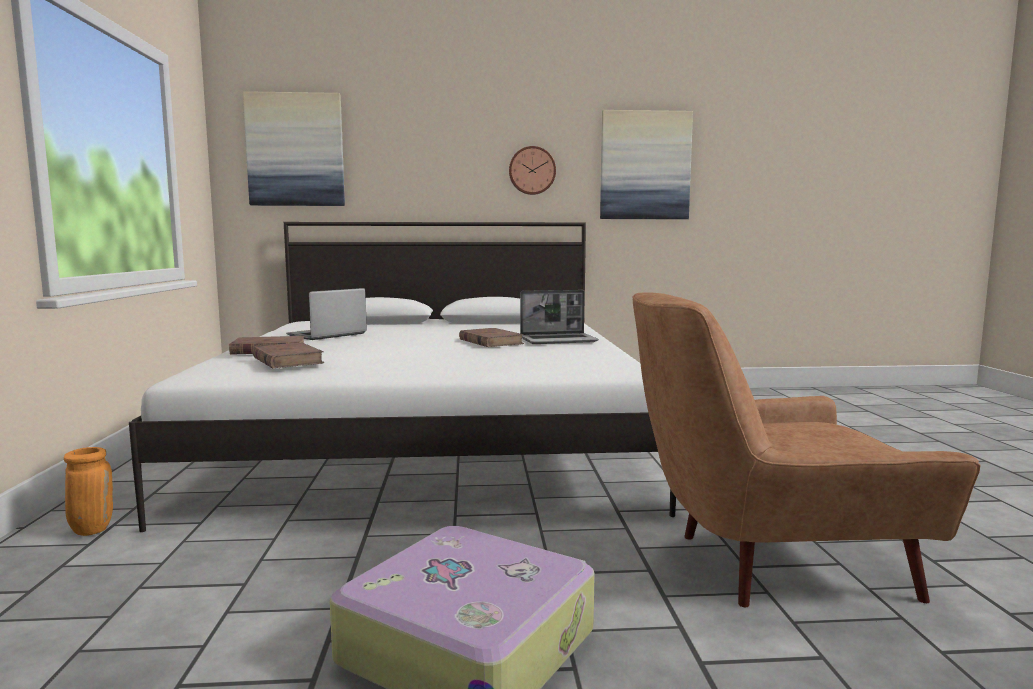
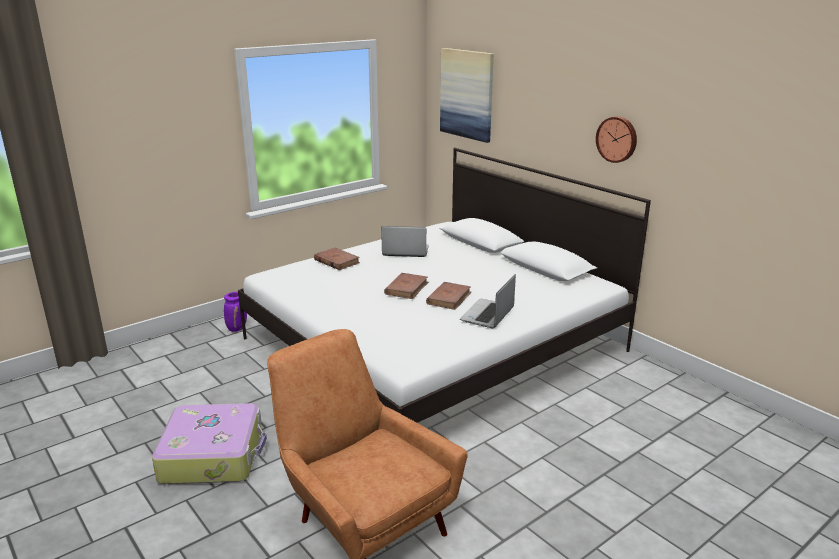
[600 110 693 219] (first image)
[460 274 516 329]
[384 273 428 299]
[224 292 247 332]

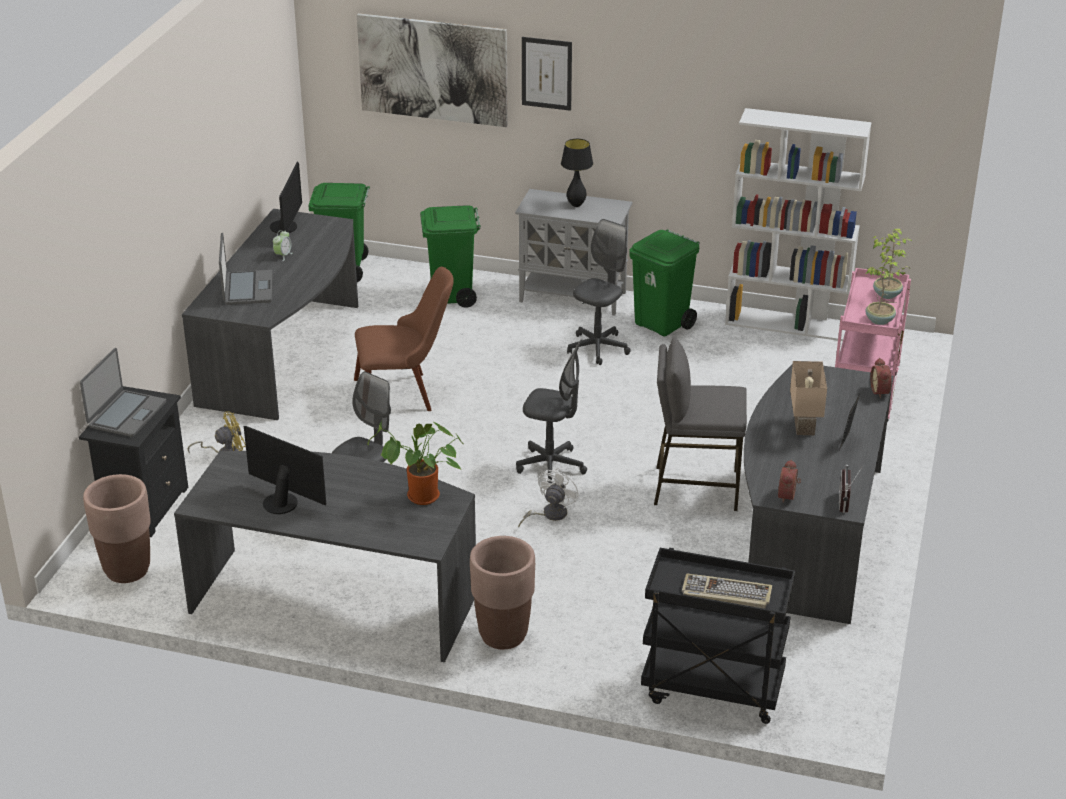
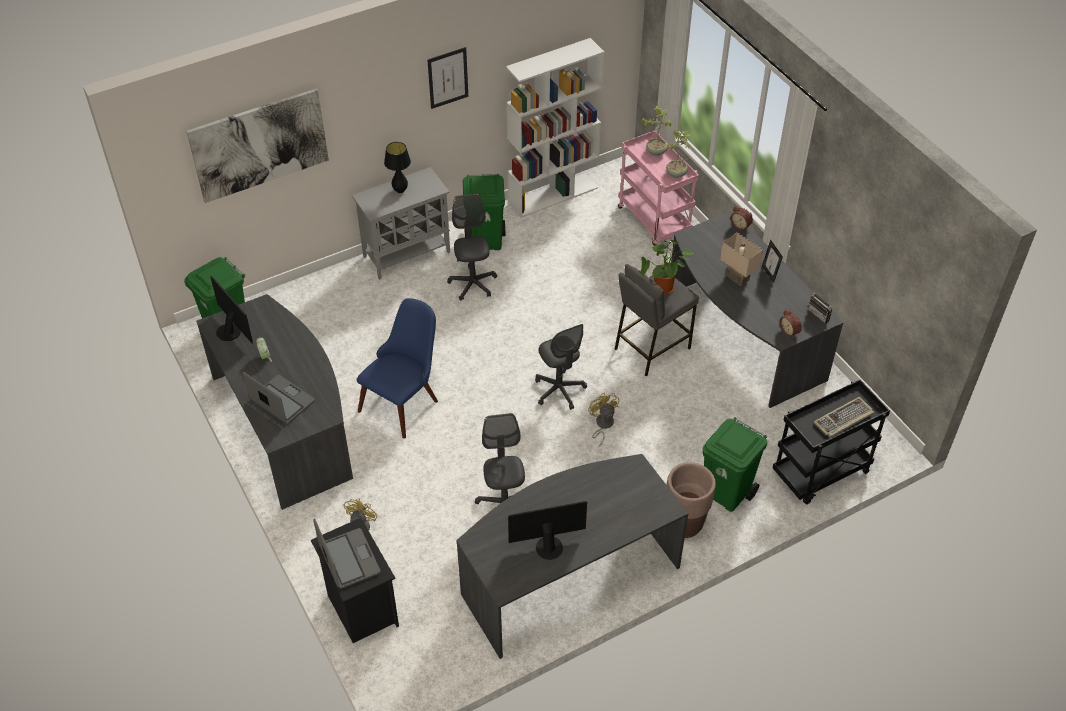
[428 47 468 109]
[702 418 767 512]
[357 298 438 439]
[535 324 587 410]
[641 240 694 295]
[588 393 619 447]
[83 474 151 583] (first image)

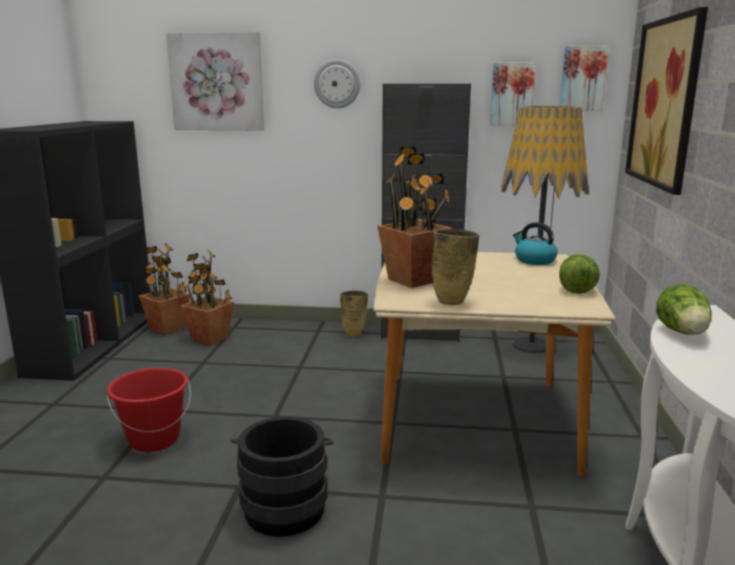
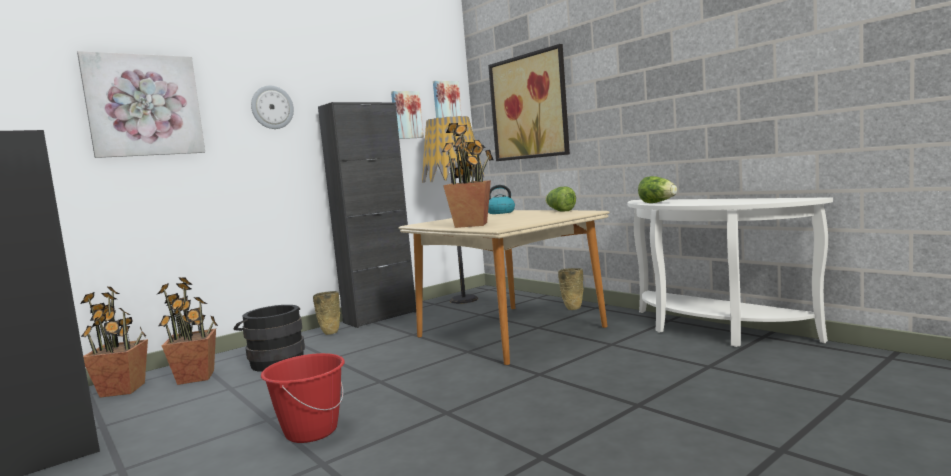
[558 268 584 310]
[233 305 305 372]

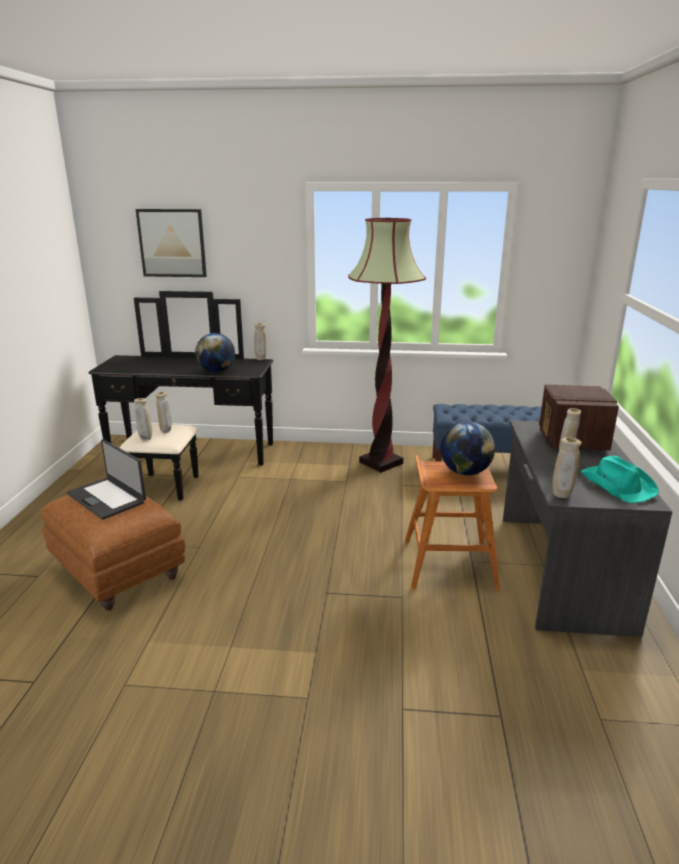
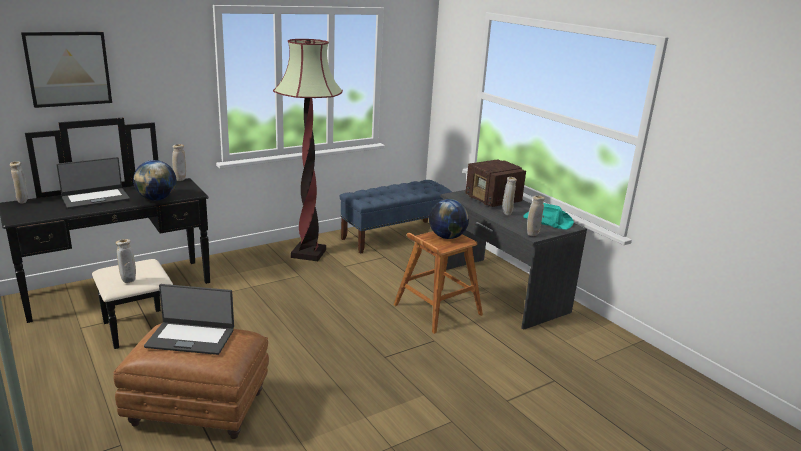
[10 161 28 203]
[56 157 130 209]

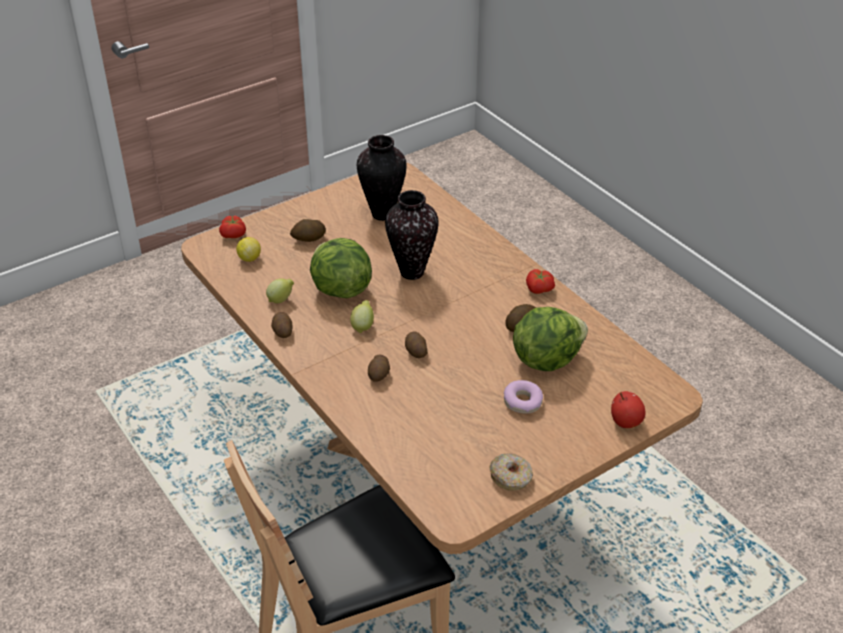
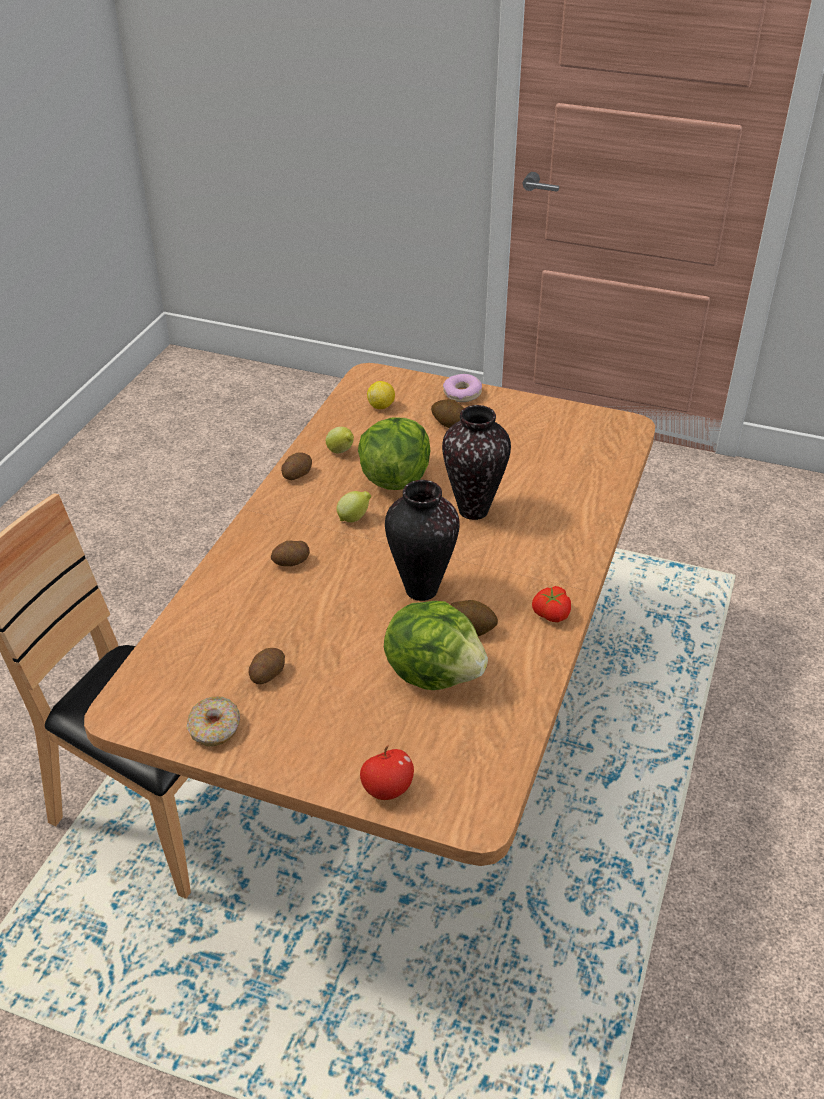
[385 480 460 601]
[219 216 246 238] (first image)
[249 648 285 684]
[443 374 482 402]

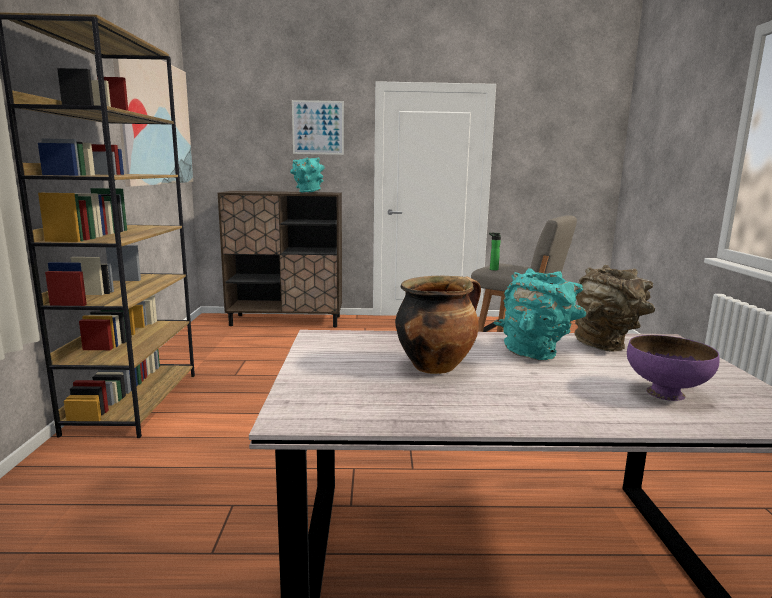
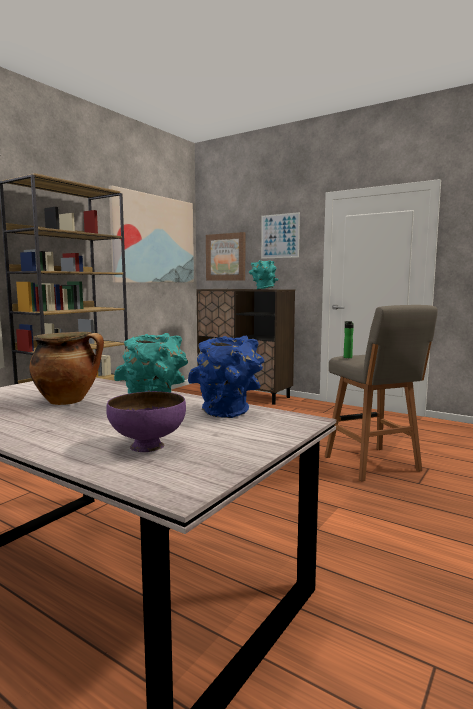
[188 336 264 418]
[206 232 245 281]

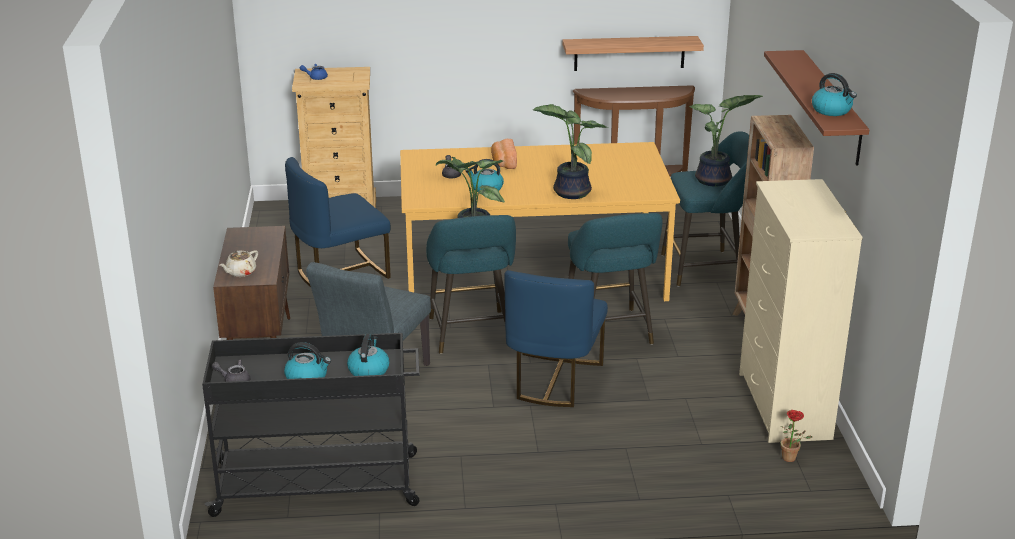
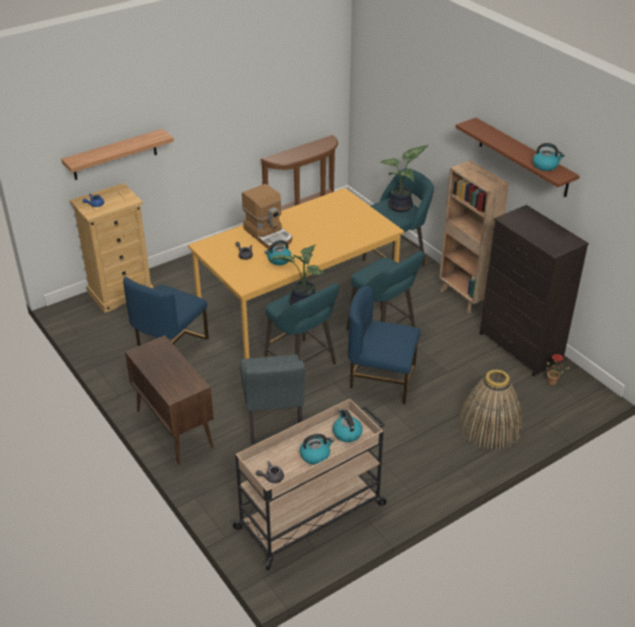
[61 129 174 180]
[533 104 609 199] (first image)
[242 184 292 249]
[479 205 589 377]
[219 250 258 277] (first image)
[348 286 421 404]
[231 399 387 570]
[459 370 522 450]

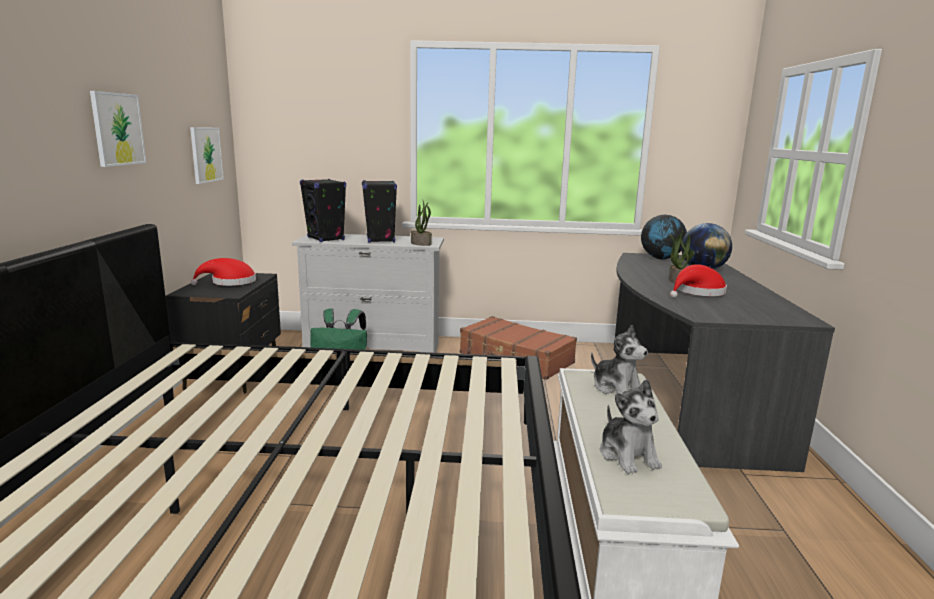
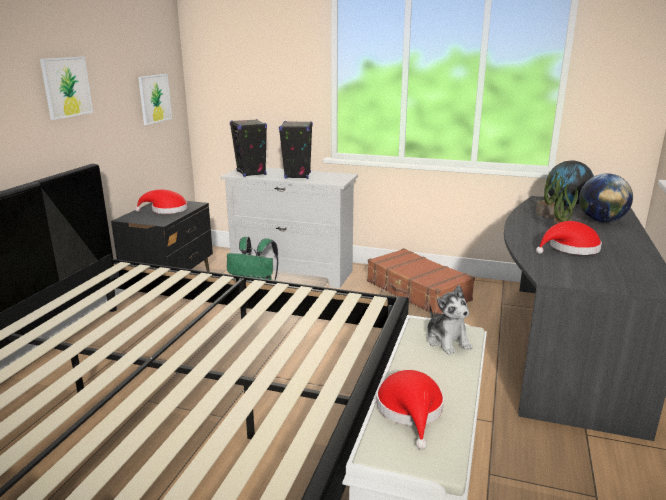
[536 171 564 219]
[376 370 444 450]

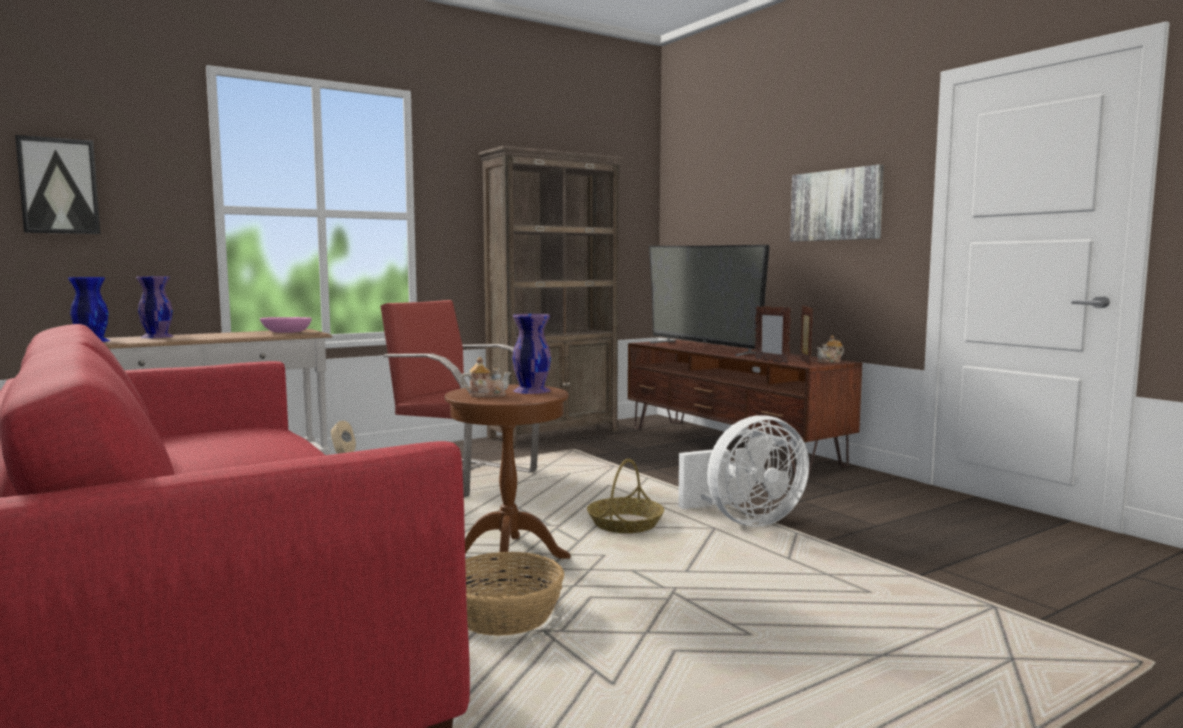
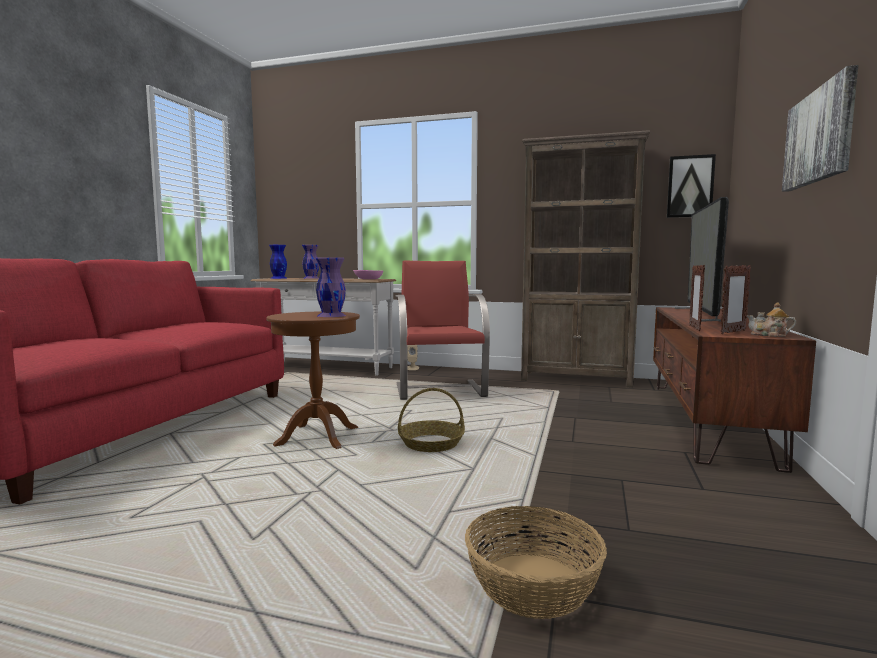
[667 154 716 218]
[460 357 511 397] (first image)
[678 415 809 527] (first image)
[465 506 607 619]

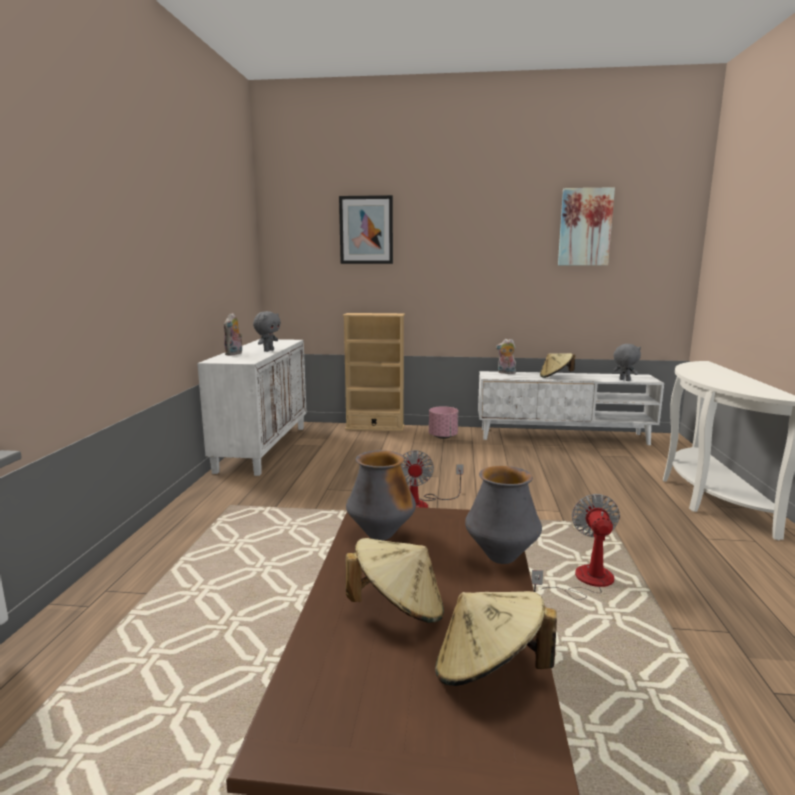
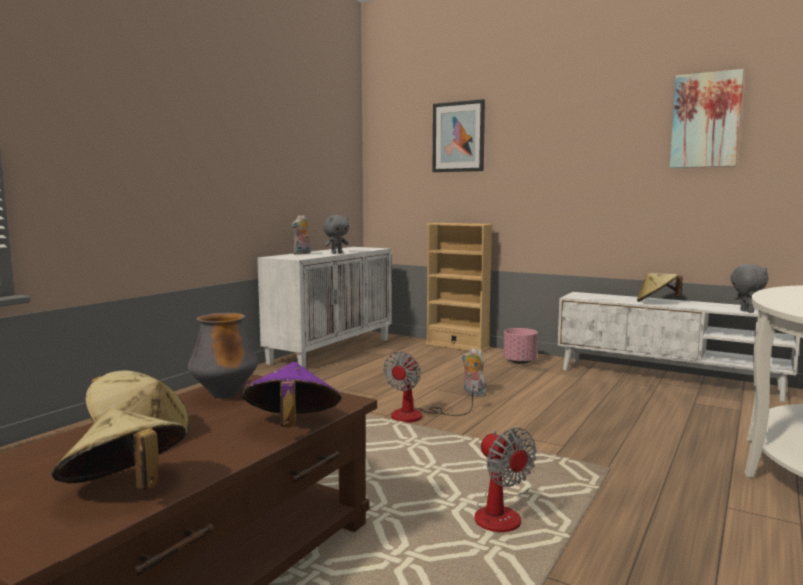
[462 348 486 397]
[242 362 341 428]
[475 428 537 532]

